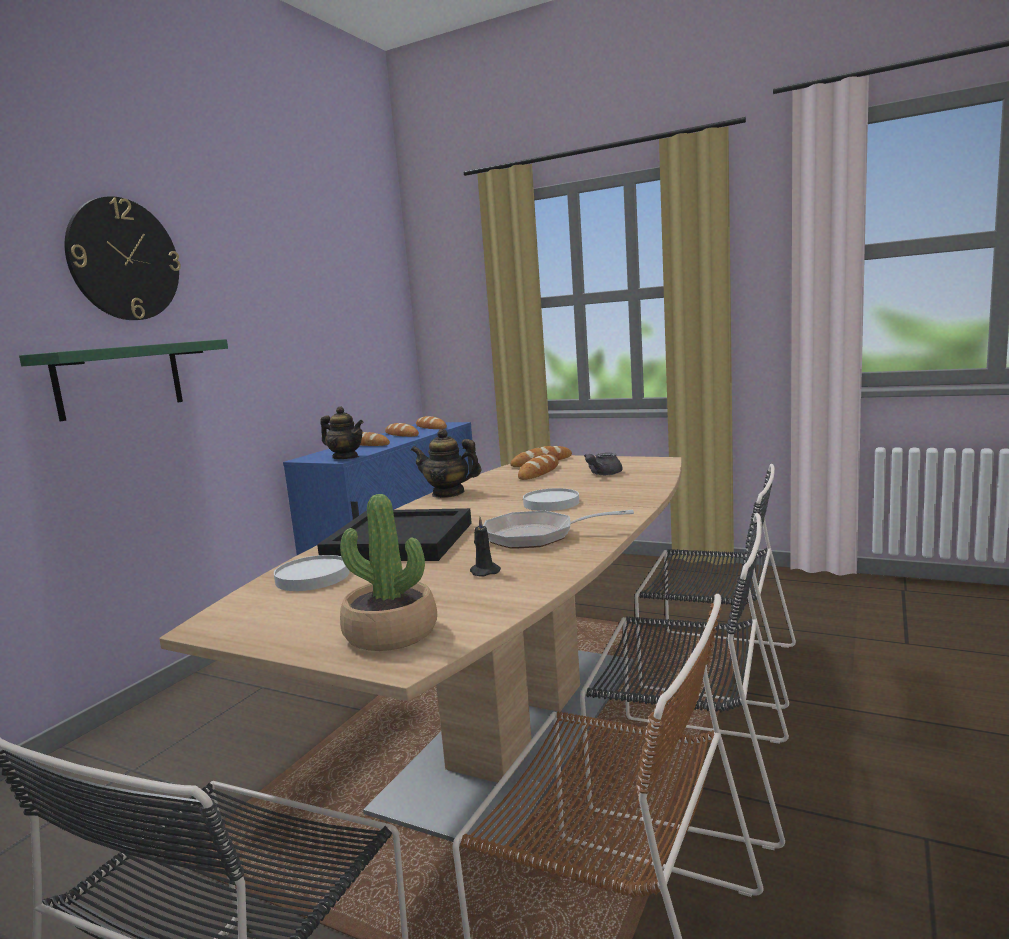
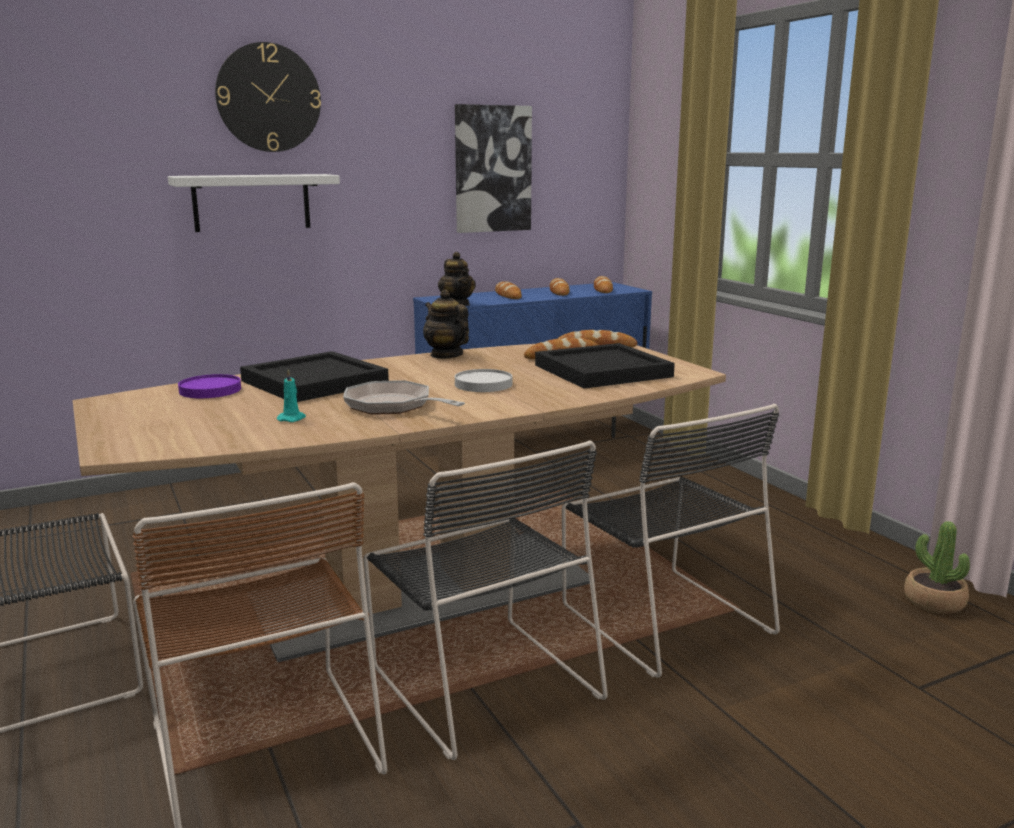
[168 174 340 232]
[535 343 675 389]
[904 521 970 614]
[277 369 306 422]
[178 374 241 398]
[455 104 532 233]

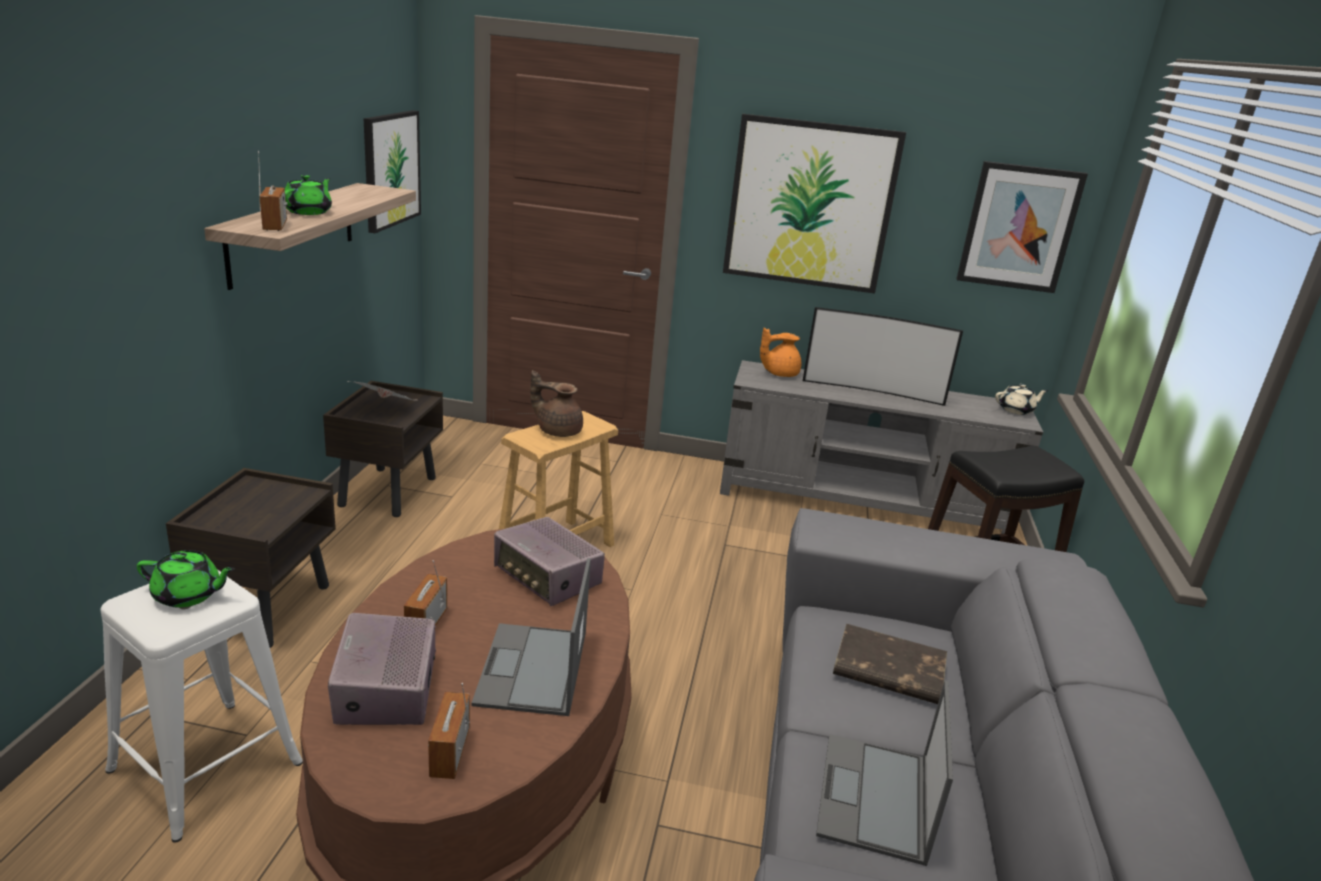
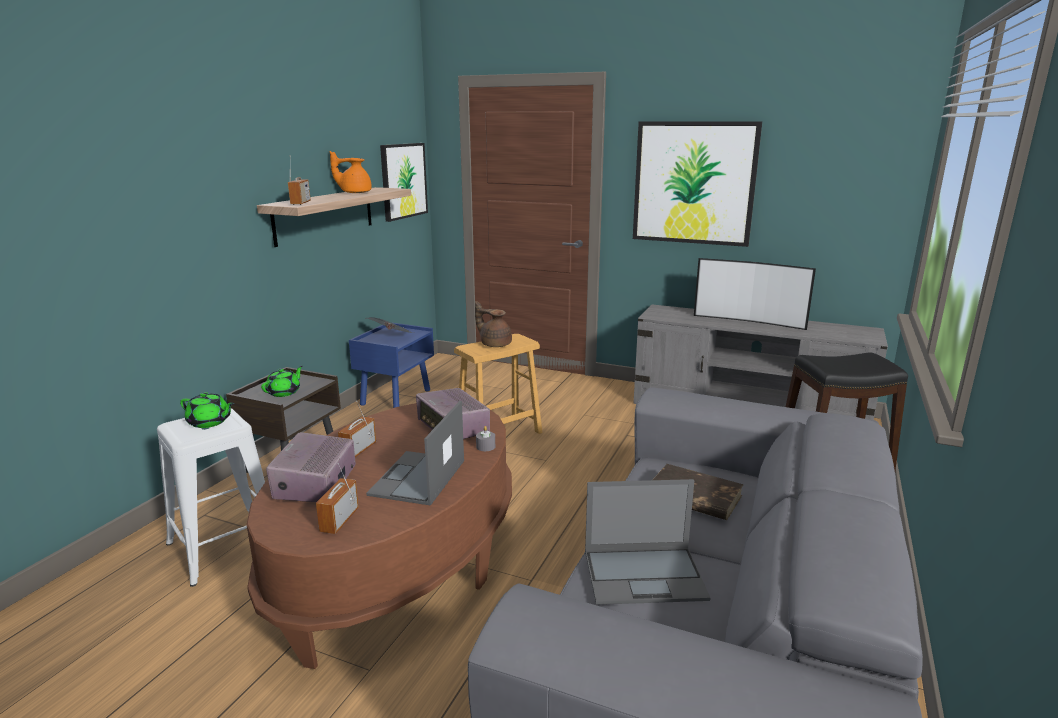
[956 161 1088 293] (first image)
[261 366 303 397]
[330 151 372 193]
[349 322 434 408]
[995 384 1048 415] (first image)
[585 479 710 605]
[476 426 495 451]

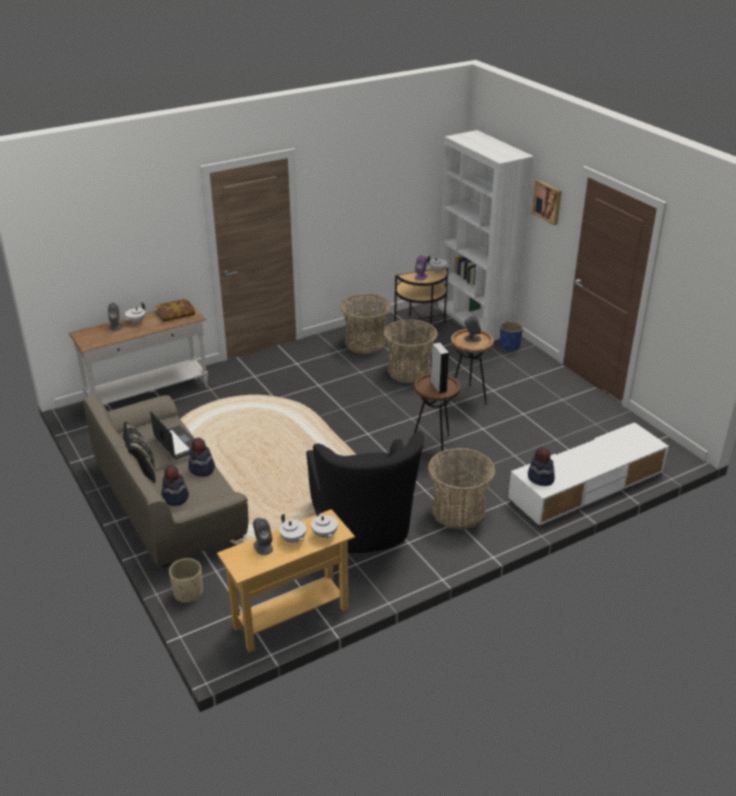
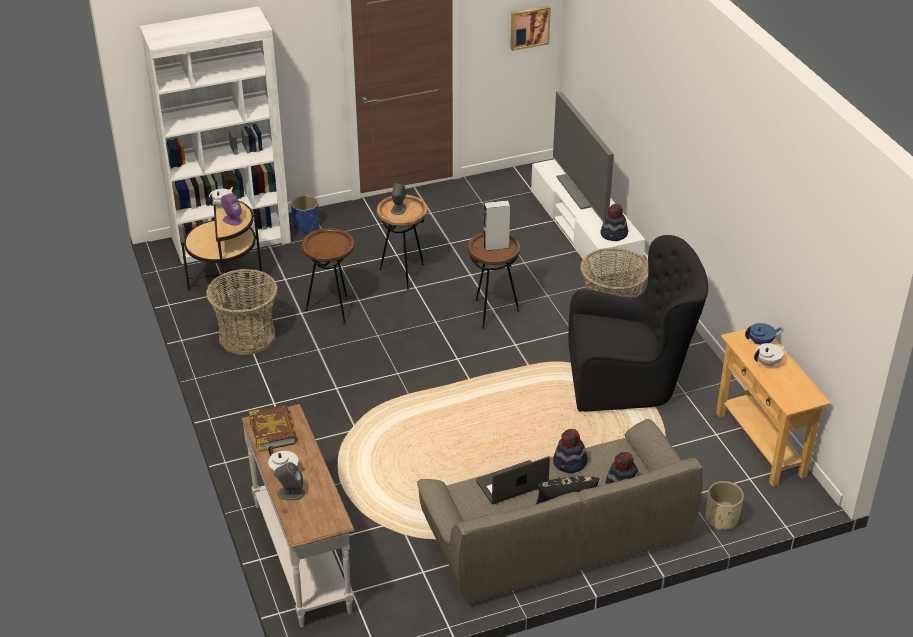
[510 6 551 51]
[302 228 354 324]
[745 323 782 345]
[253 518 273 555] (first image)
[553 91 614 222]

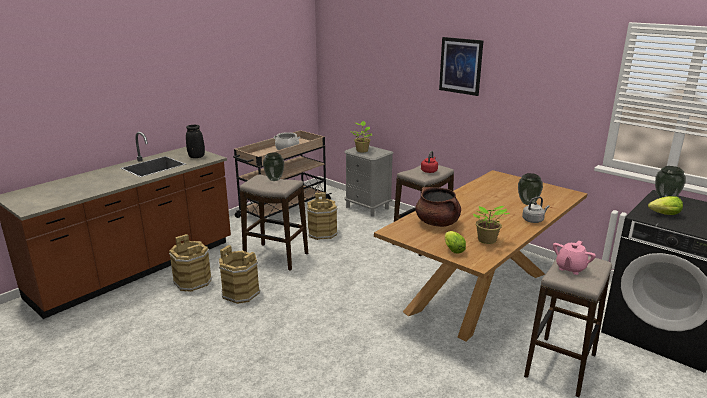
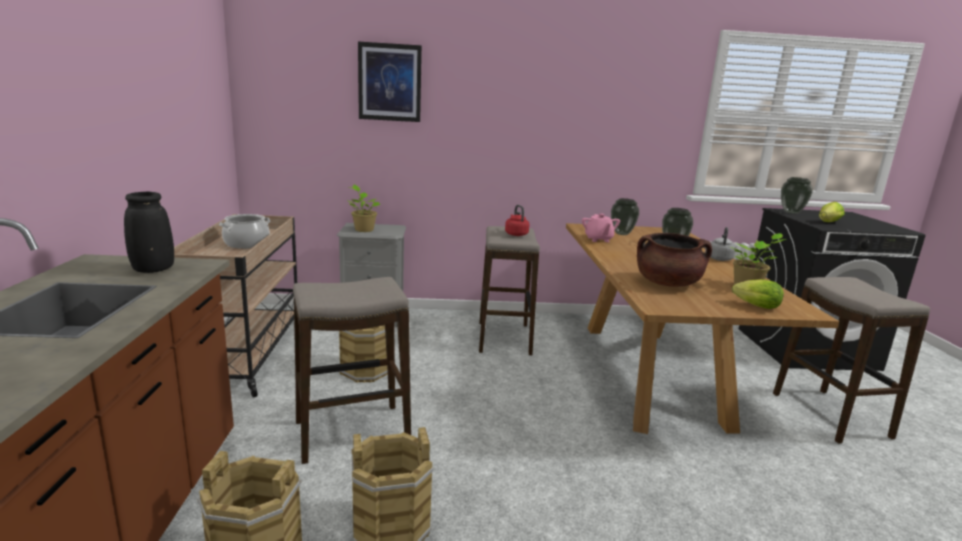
[358 42 422 122]
[611 198 639 235]
[582 214 620 242]

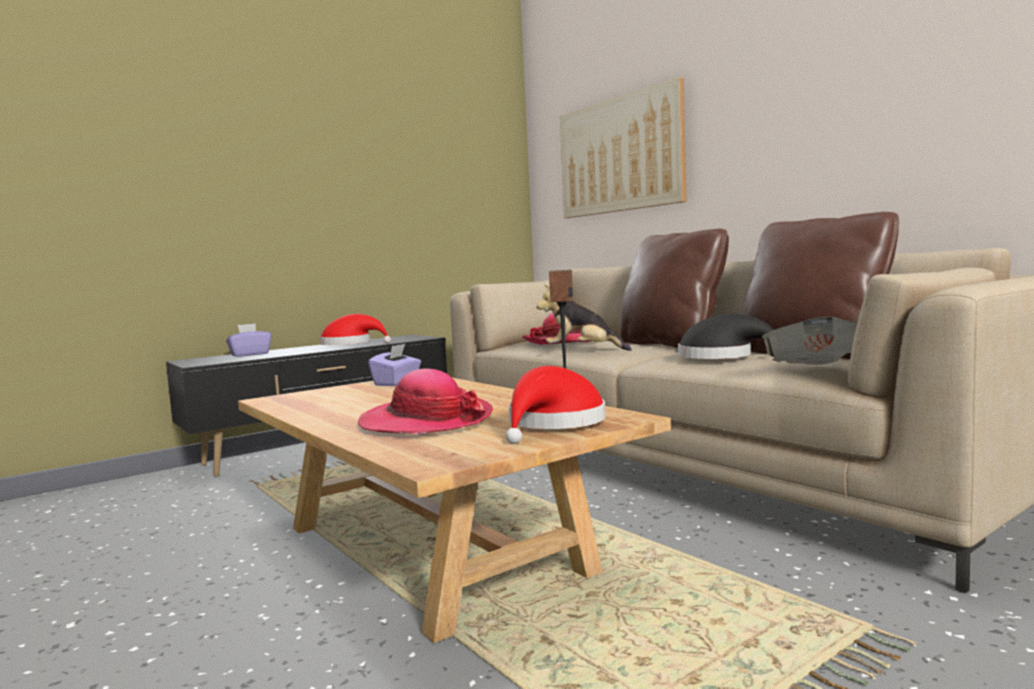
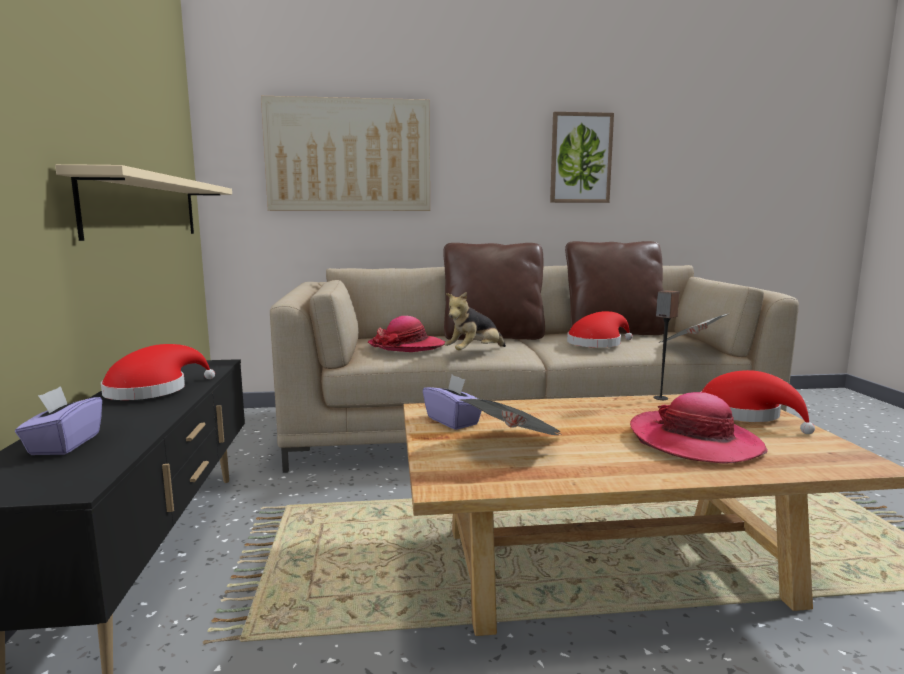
[567 311 633 348]
[550 112 614 203]
[55 164 232 241]
[460 399 563 435]

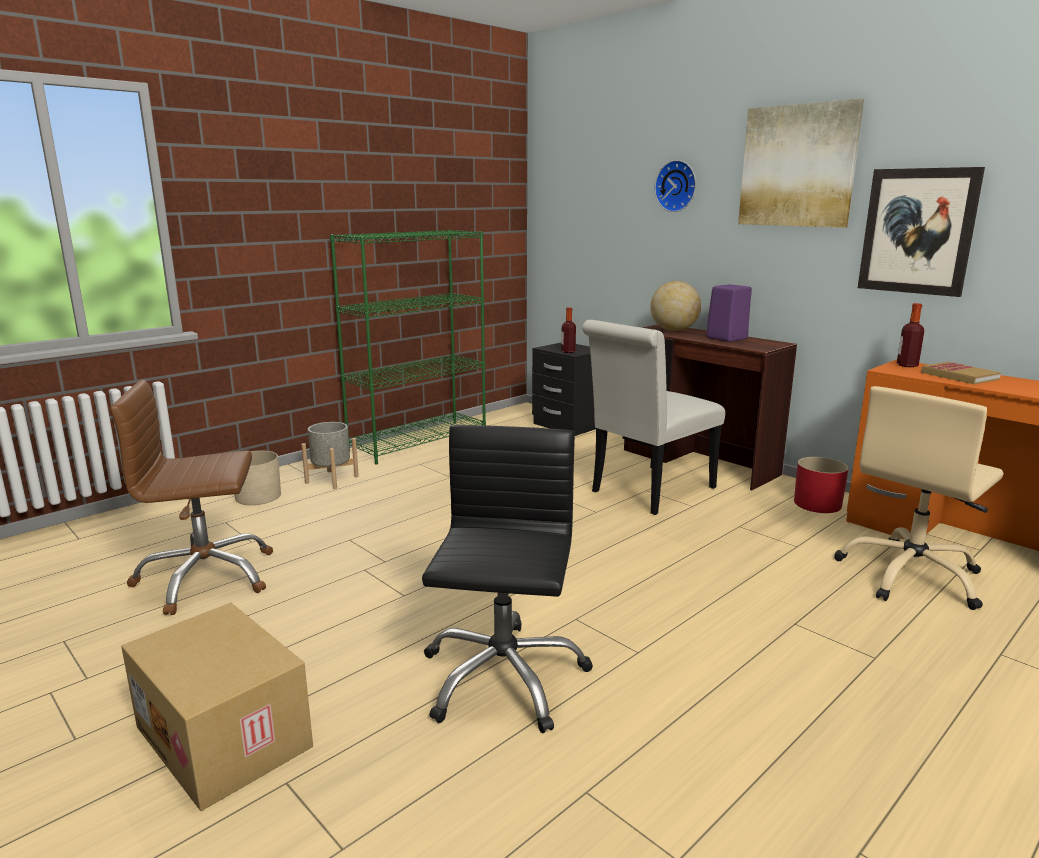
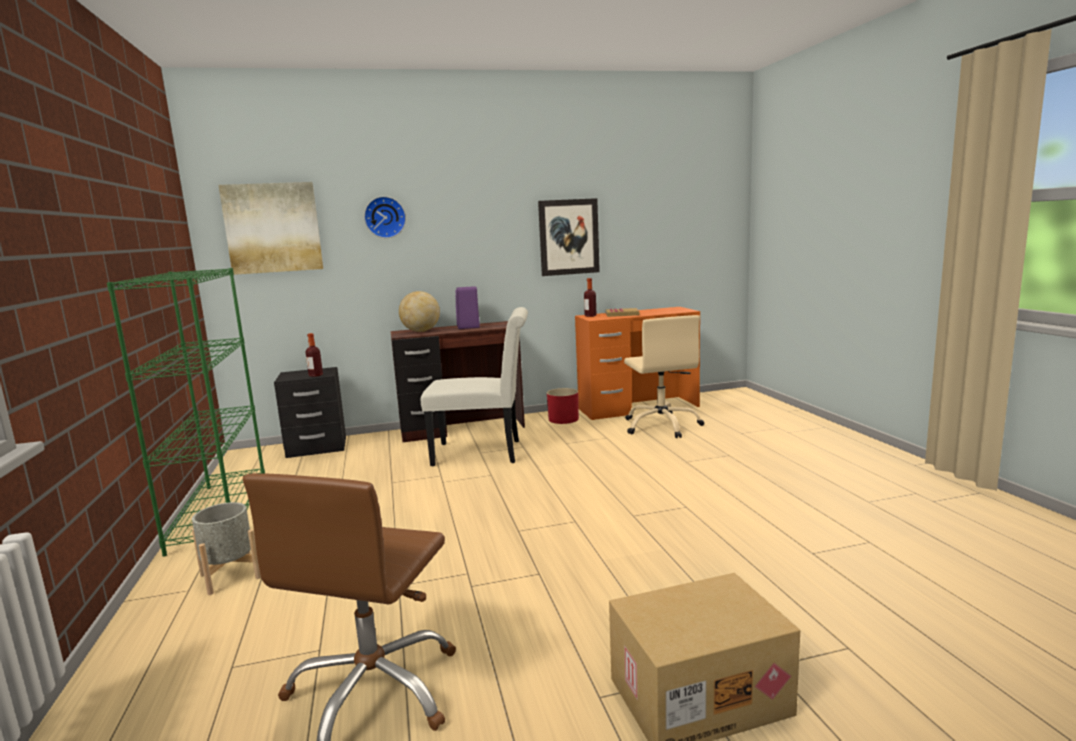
[218 182 323 275]
[421 307 528 466]
[422 425 593 733] (first image)
[234 450 281 505] (first image)

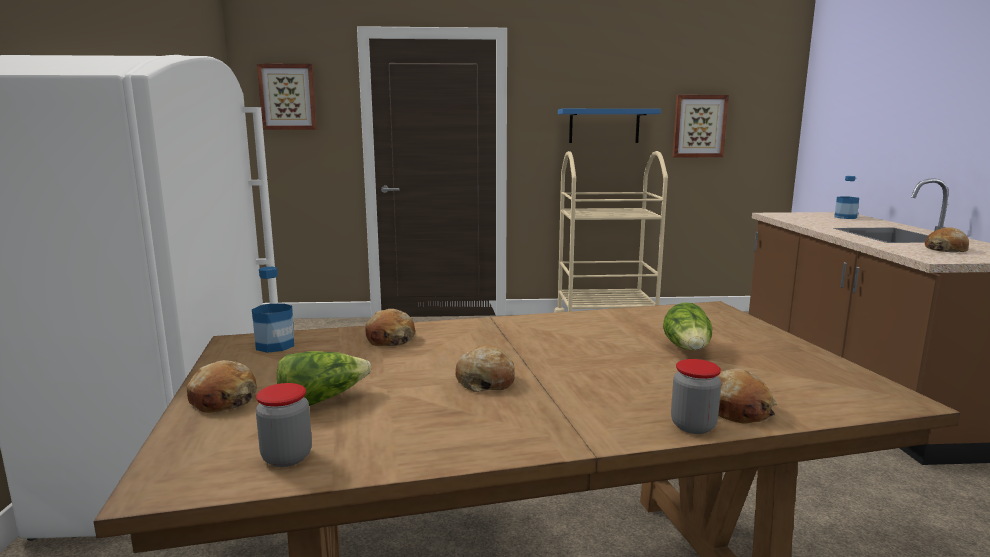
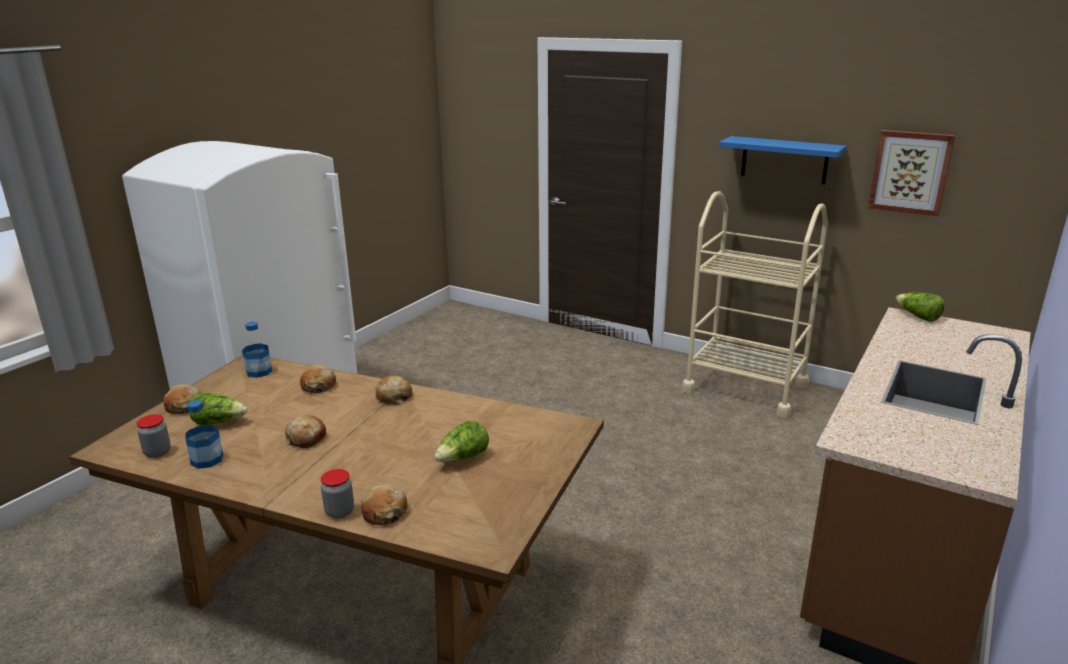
[257 63 317 130] (first image)
[186 400 223 469]
[375 376 412 405]
[896 292 945 322]

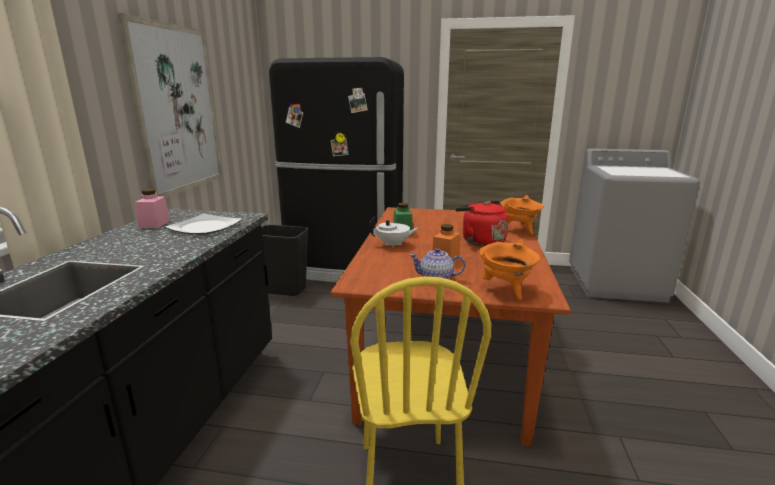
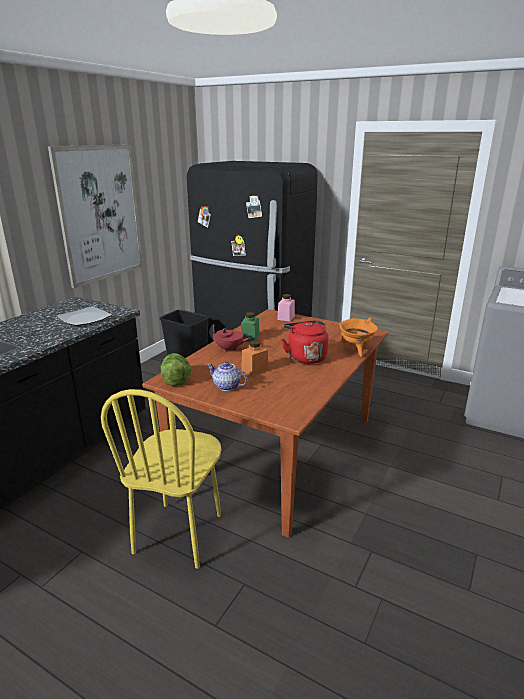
[277 294 295 321]
[209 324 250 352]
[479 239 540 300] (first image)
[161 353 191 386]

